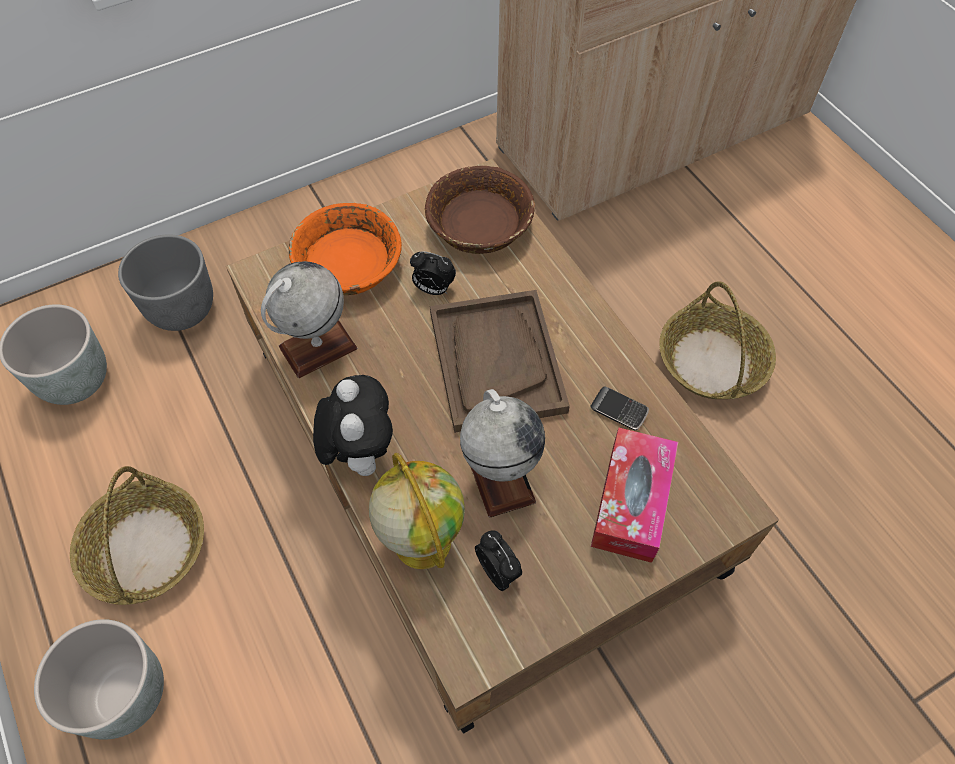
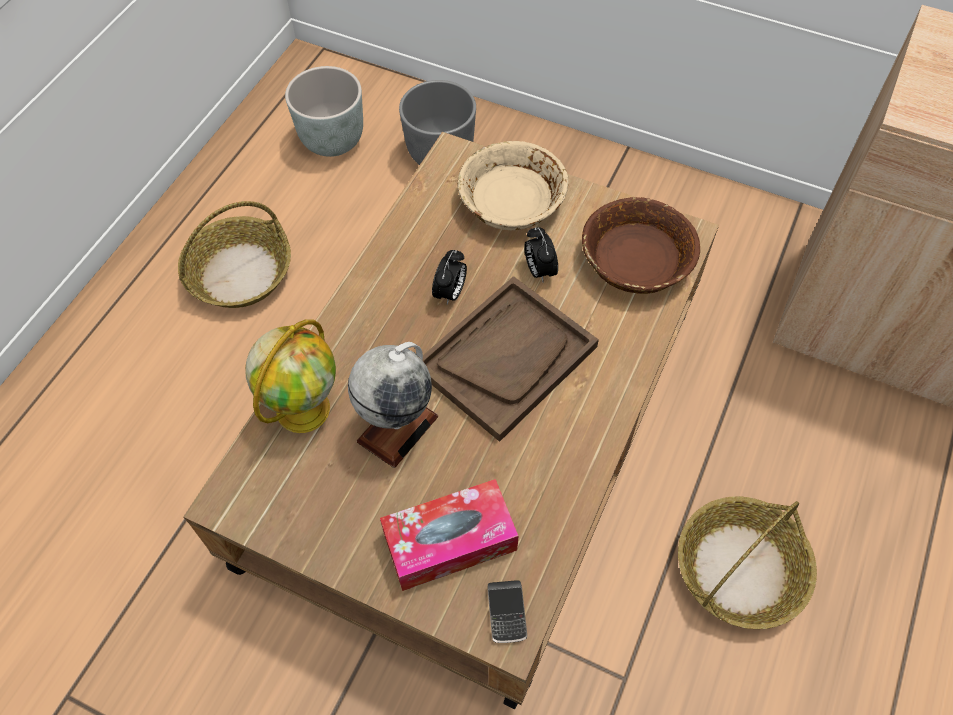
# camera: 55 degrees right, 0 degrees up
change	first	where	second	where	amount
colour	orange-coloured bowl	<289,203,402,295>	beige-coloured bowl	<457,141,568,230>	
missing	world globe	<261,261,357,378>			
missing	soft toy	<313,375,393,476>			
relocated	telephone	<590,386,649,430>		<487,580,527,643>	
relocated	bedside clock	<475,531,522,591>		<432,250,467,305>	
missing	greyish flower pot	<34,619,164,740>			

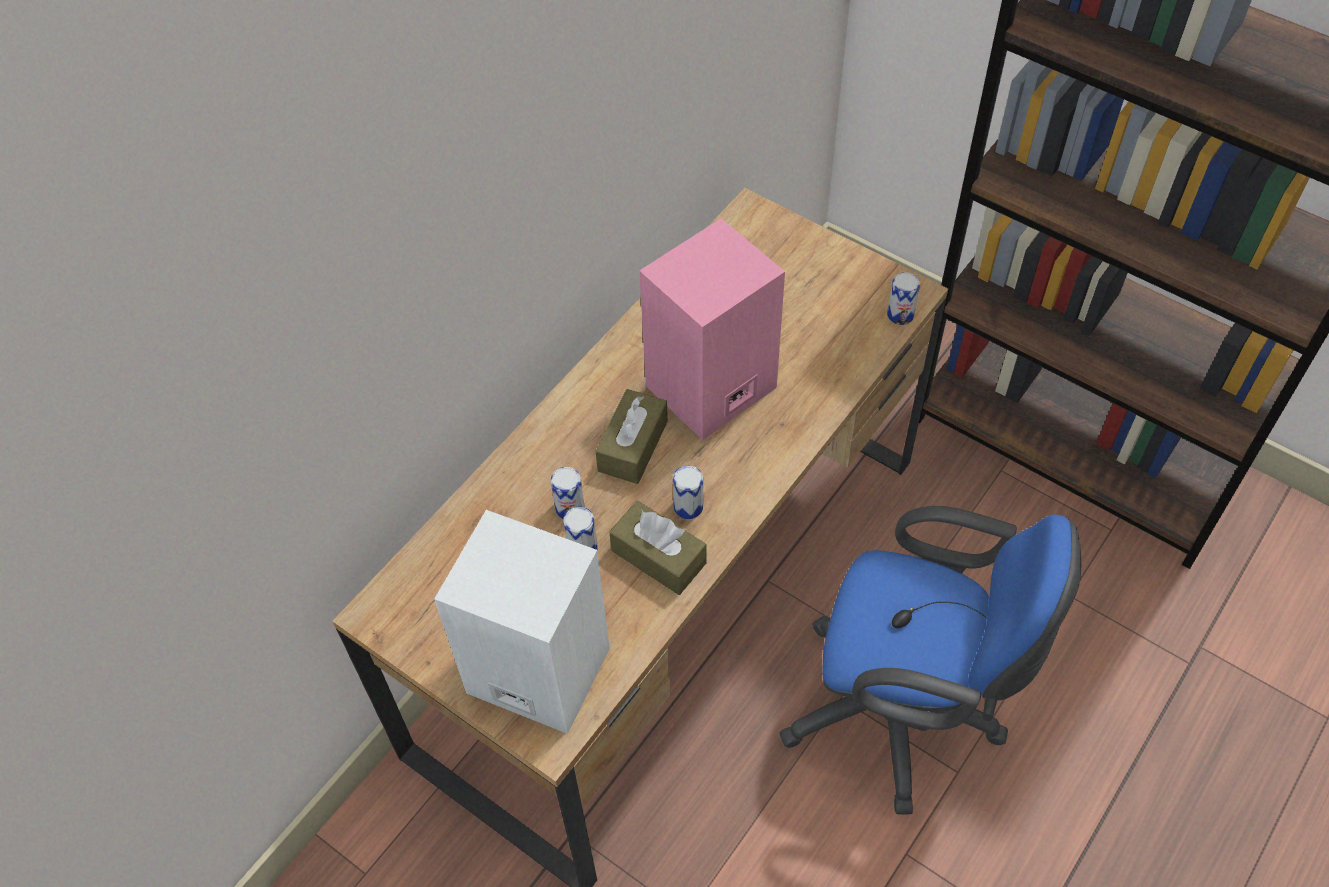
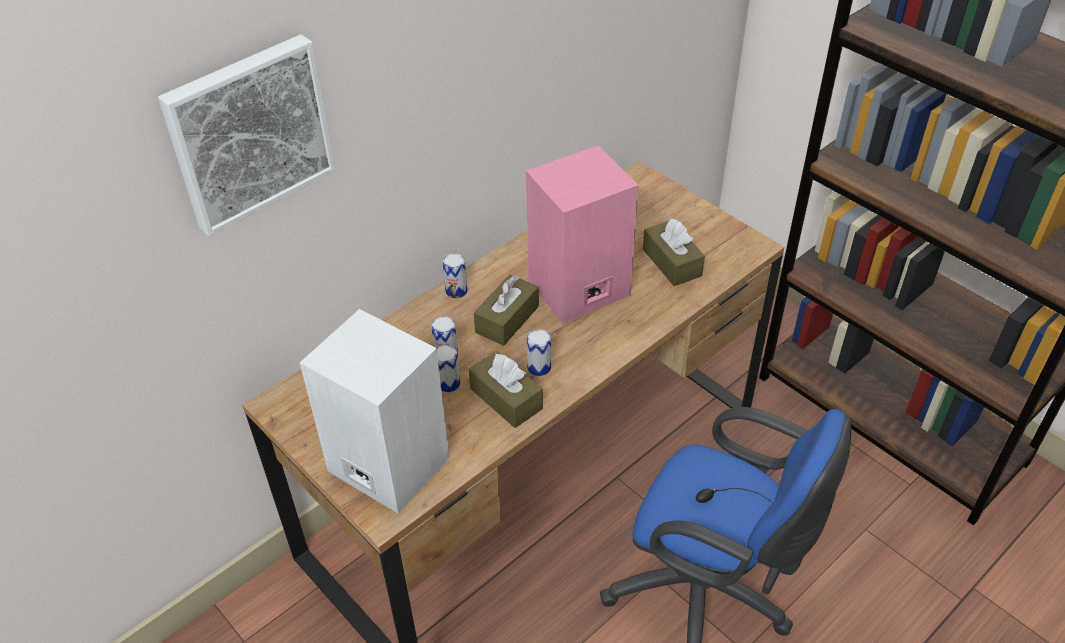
# camera: 10 degrees right, 10 degrees down
change	first	where	second	where	amount
relocated	sealed can	<887,272,920,325>		<443,254,467,298>	
appeared			picture	<158,34,336,236>	
appeared			brown-coloured tissue box	<643,218,705,286>	

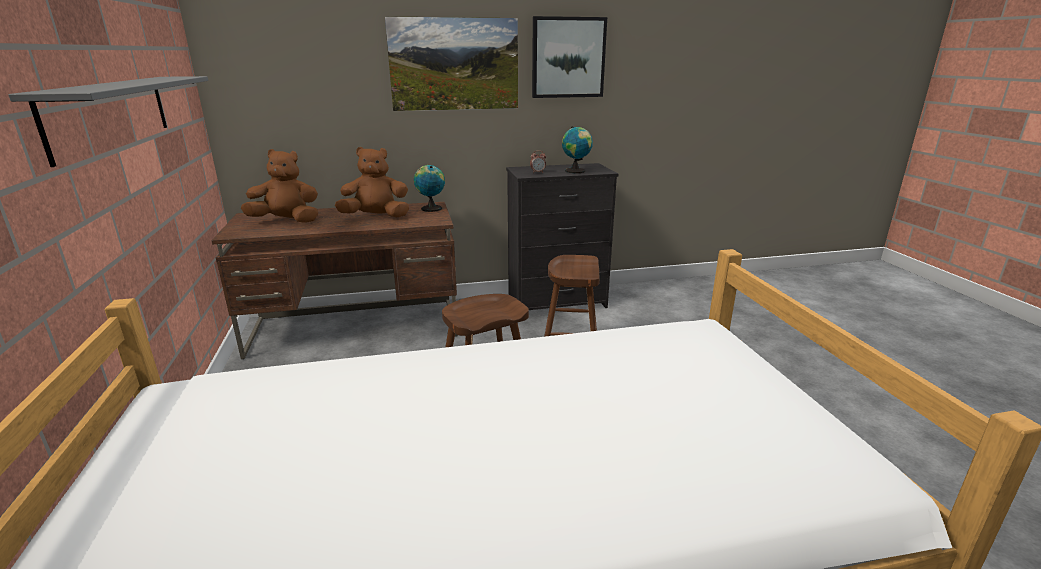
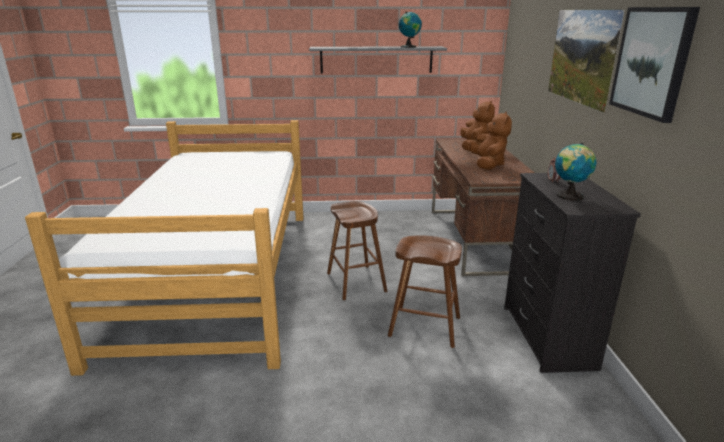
# camera: 100 degrees right, 0 degrees up
change	first	where	second	where	amount
relocated	world globe	<414,165,445,212>		<399,12,422,48>	

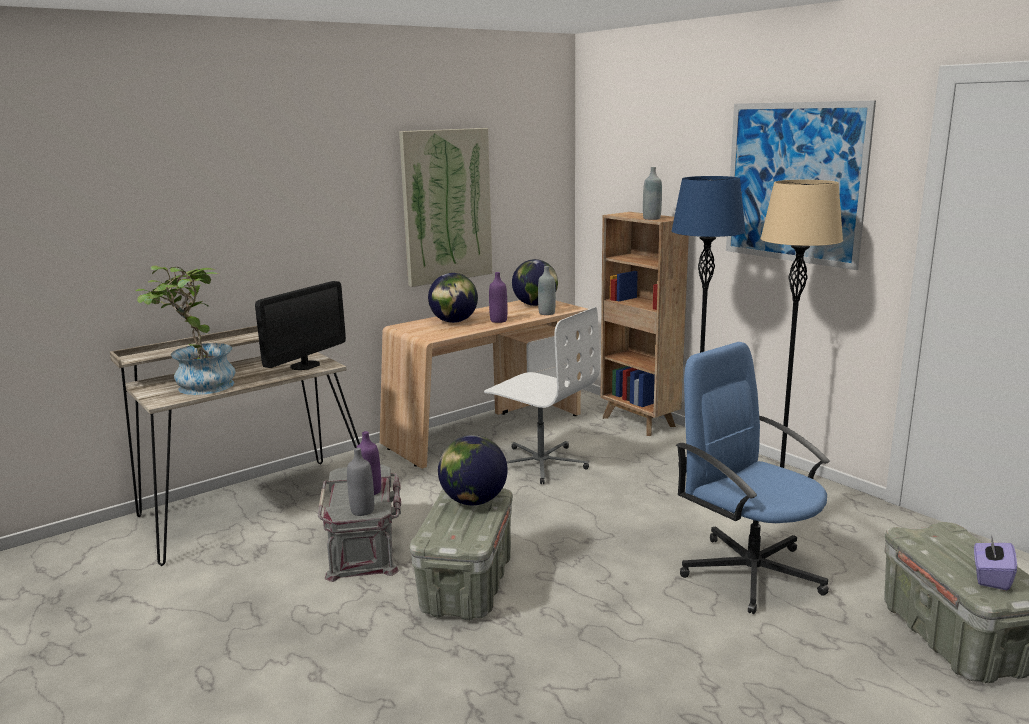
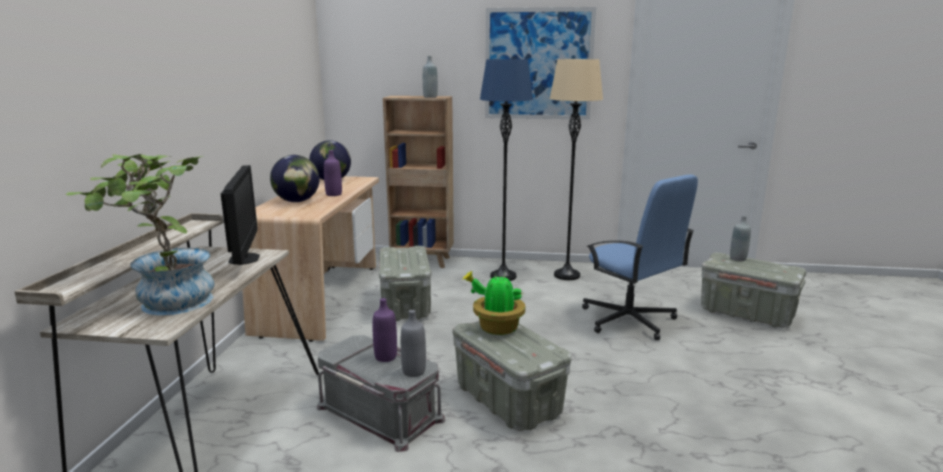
# camera: 45 degrees left, 0 degrees up
change	first	where	second	where	amount
missing	picture	<399,128,492,287>			
relocated	greyish drink bottle	<538,266,556,315>		<730,215,751,261>	
exchanged	whitish office chair	<484,307,600,484>	greyish storage bin	<379,246,431,321>	
spun	blue office chair	<676,342,830,614>		<582,174,698,340>	135 degrees counterclockwise
exchanged	world globe	<438,435,508,505>	houseplant	<463,271,526,335>	
missing	purple-coloured tissue box	<974,534,1017,590>			

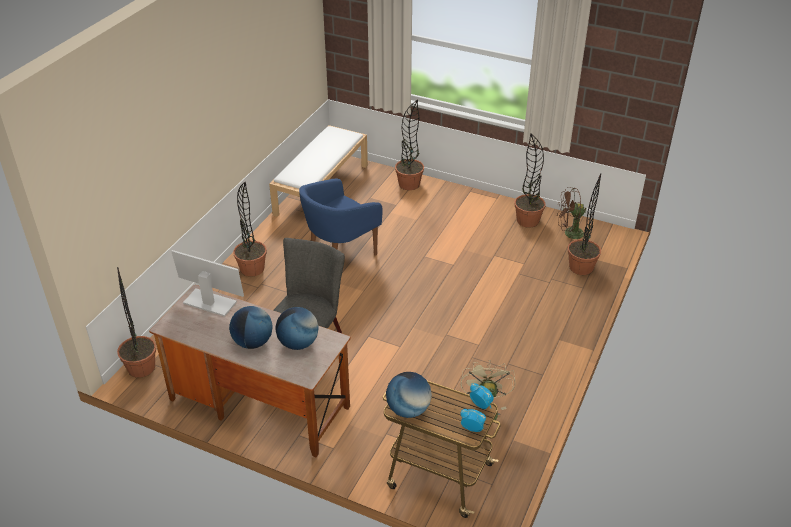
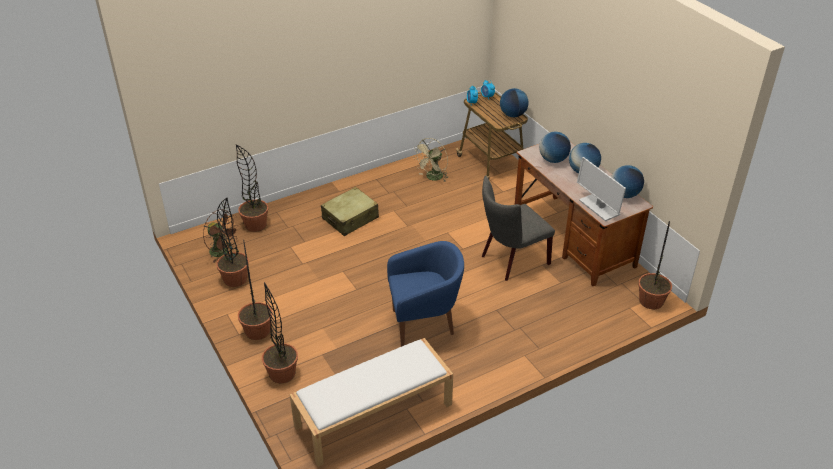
# camera: 145 degrees left, 0 degrees up
change	first	where	second	where	amount
relocated	houseplant	<233,182,267,277>		<238,240,272,340>	
appeared			world globe	<611,165,644,198>	
appeared			beige-coloured suitcase	<321,187,379,236>	

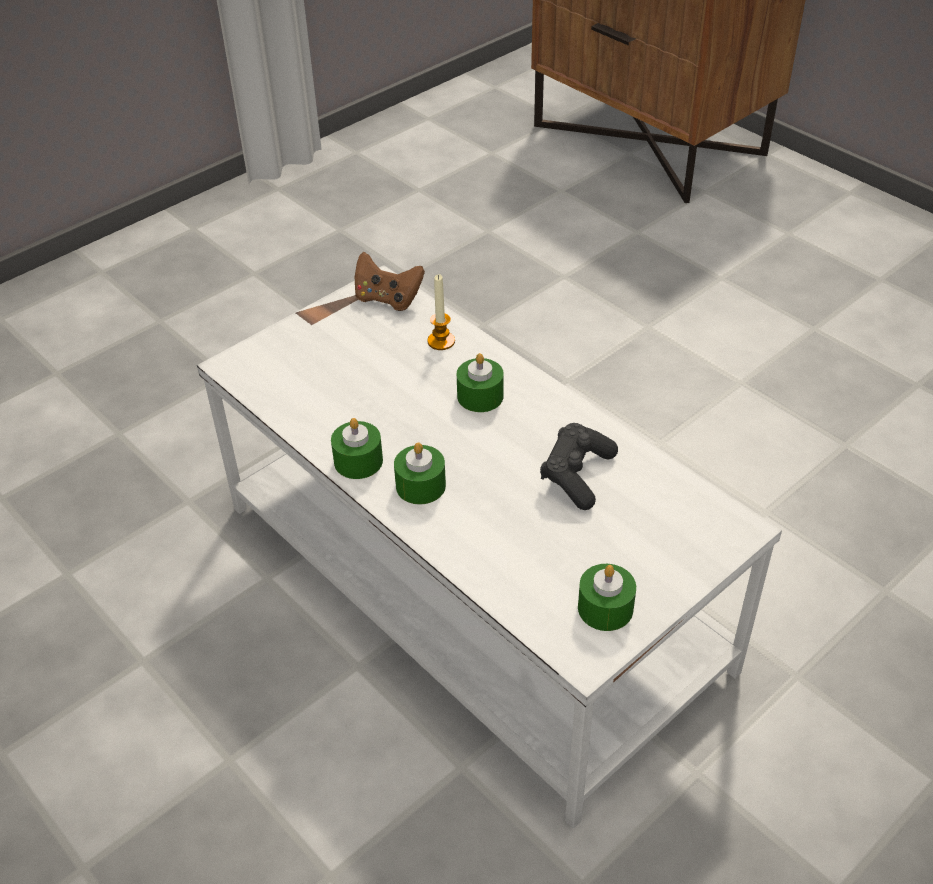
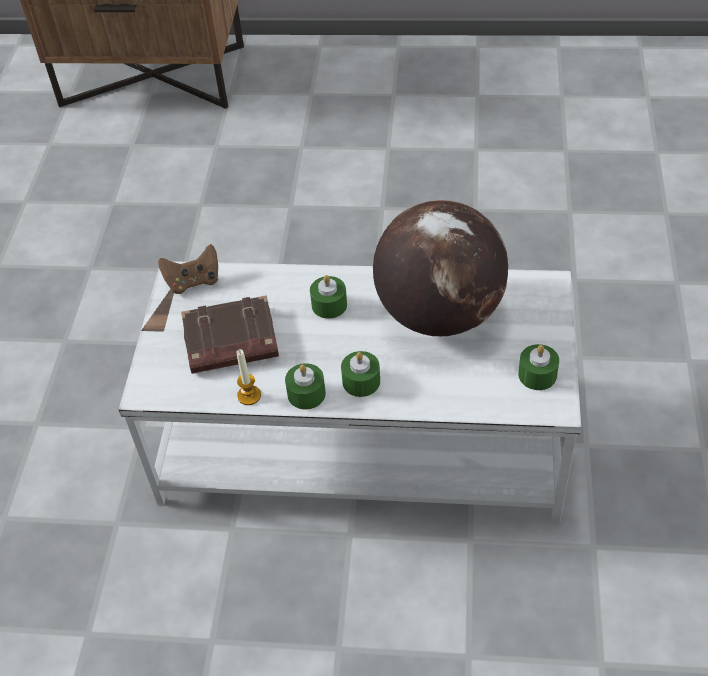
# camera: 40 degrees left, 5 degrees up
change	first	where	second	where	amount
relocated	candle	<427,274,455,350>		<236,349,261,405>	
exchanged	blackish gamepad	<540,423,618,510>	world globe	<373,200,508,336>	
appeared			brown-coloured volume	<181,295,279,374>	

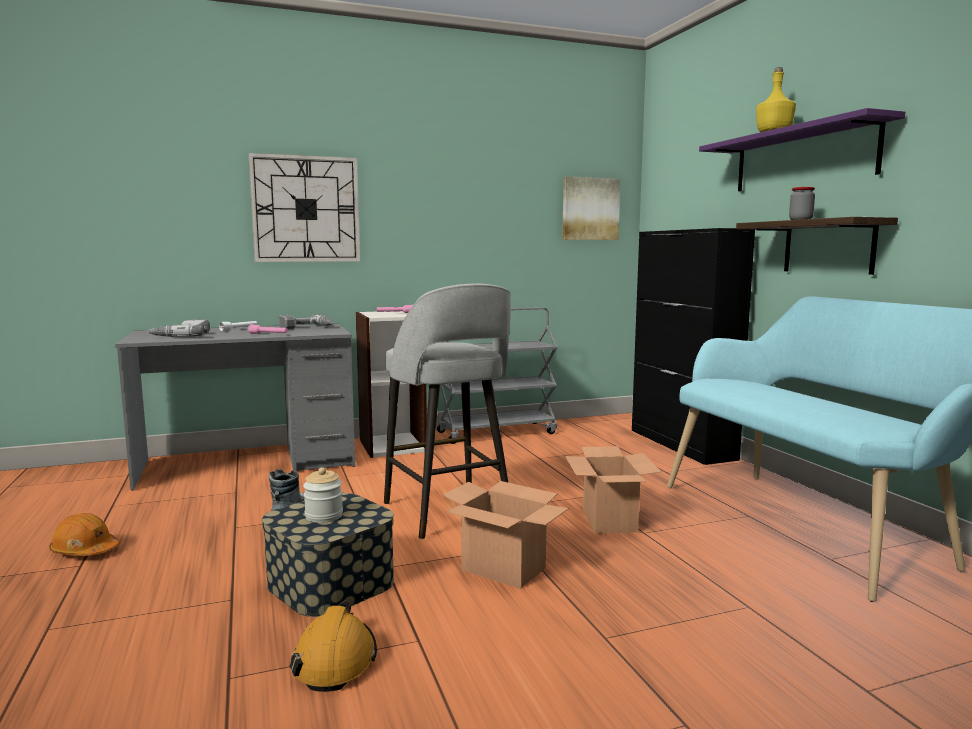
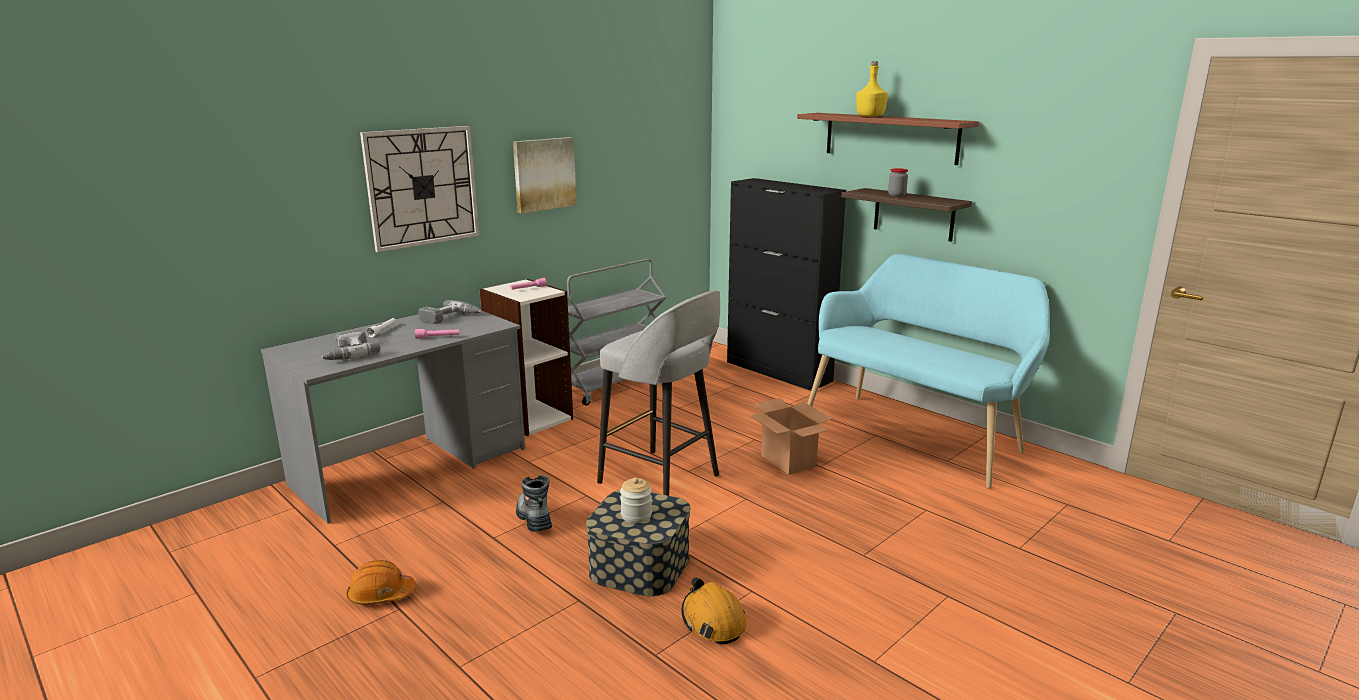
# camera: 25 degrees left, 10 degrees up
change	first	where	second	where	amount
colour	purple-coloured shelf	<699,108,905,191>	brown-coloured shelf	<797,113,979,165>	
relocated	picture	<562,176,620,240>		<513,137,576,213>	
missing	cardboard box	<442,481,569,589>			

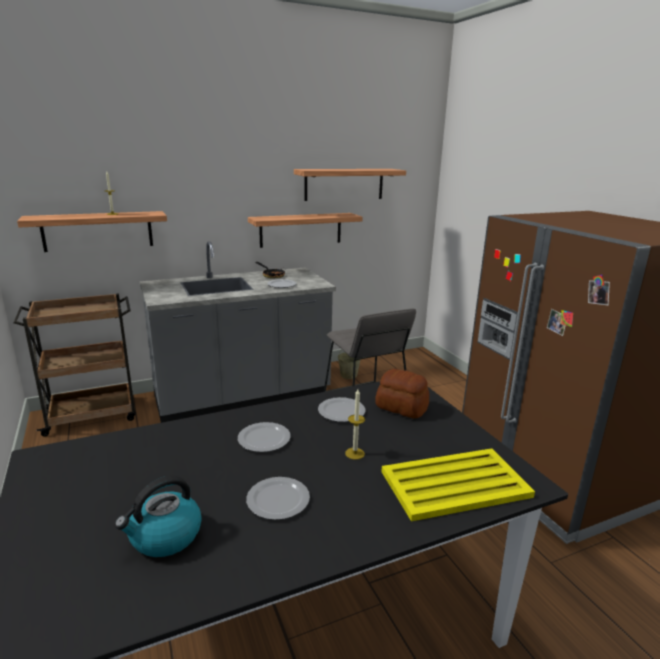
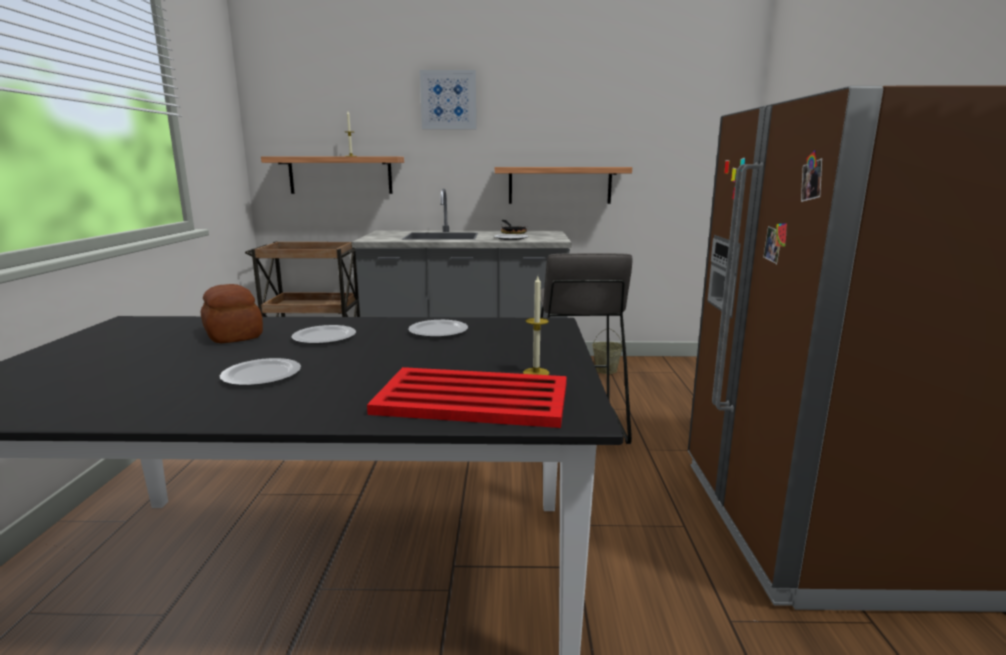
# camera: 25 degrees right, 5 degrees down
change	first	where	second	where	amount
missing	shelf	<294,169,406,201>			
relocated	bakery bread	<375,369,429,418>		<201,284,263,343>	
relocated	candle	<345,389,365,460>		<523,276,550,375>	
colour	yellowish carrying tray	<381,448,535,521>	red-coloured carrying tray	<367,367,567,428>	
missing	kettle	<115,475,202,557>			
appeared			picture	<420,70,476,129>	

